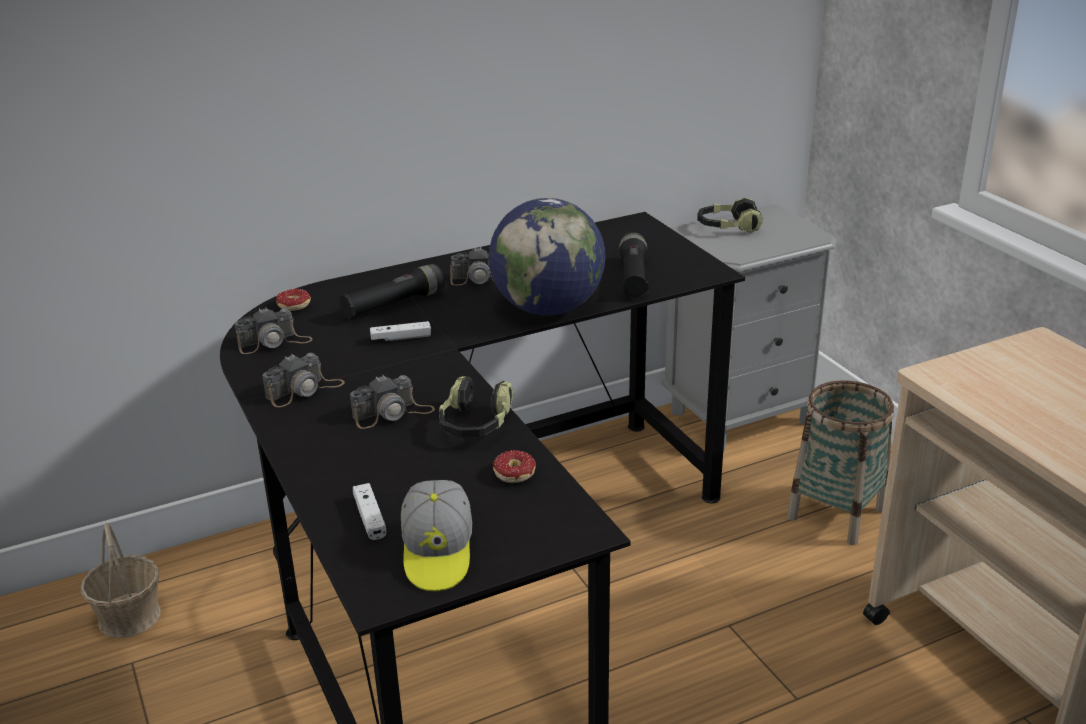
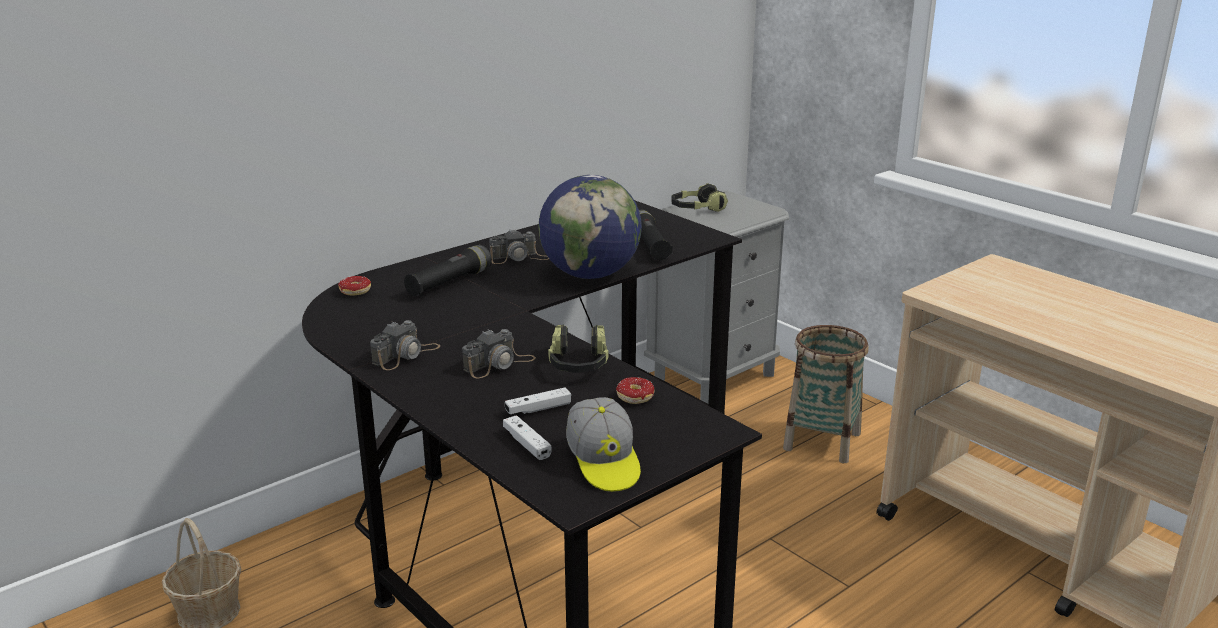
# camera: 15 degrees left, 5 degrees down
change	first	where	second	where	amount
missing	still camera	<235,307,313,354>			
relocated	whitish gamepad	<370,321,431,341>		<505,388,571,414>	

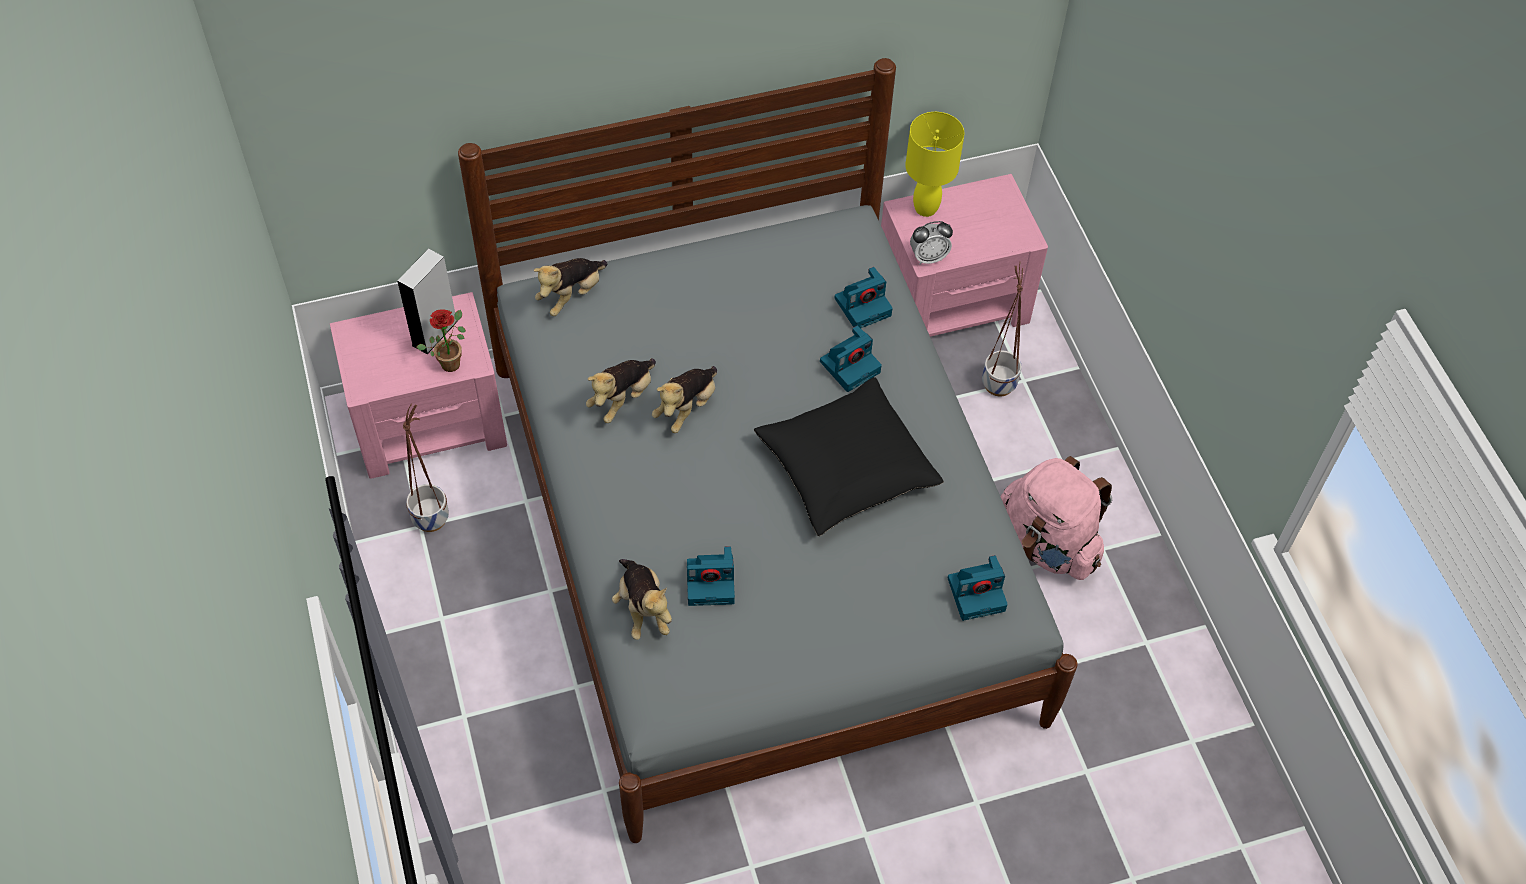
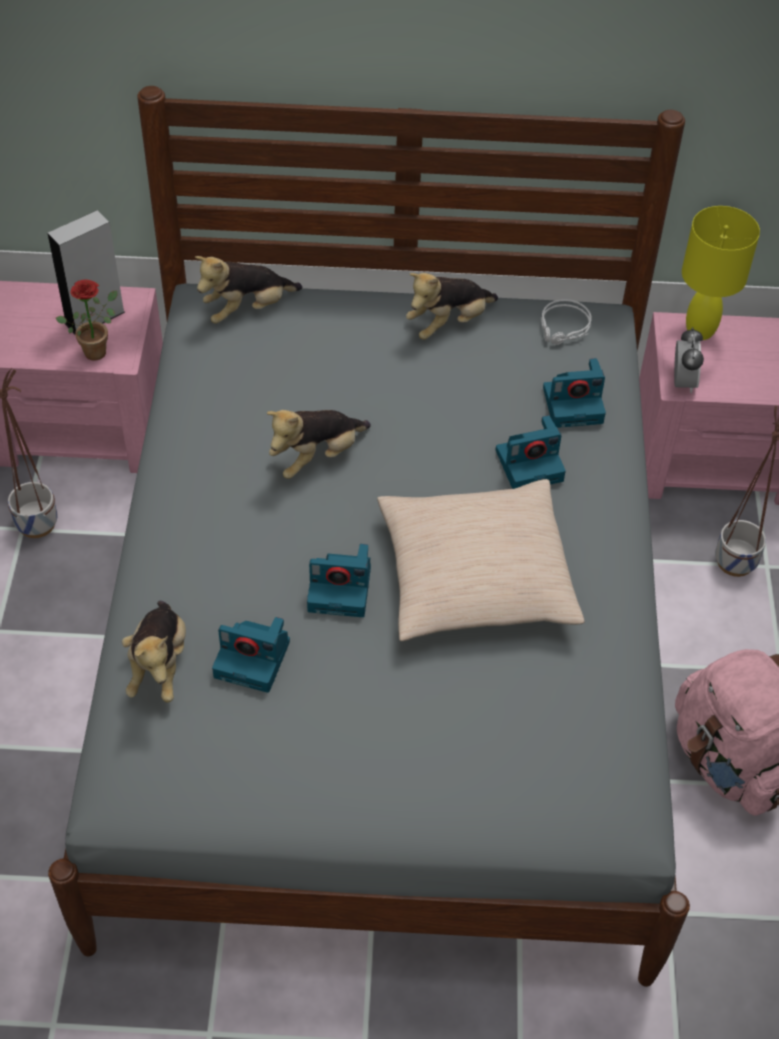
# camera: 20 degrees right, 5 degrees down
change	first	where	second	where	amount
spun	bedside clock	<910,221,953,264>		<674,327,704,393>	90 degrees counterclockwise
relocated	soft toy	<586,358,656,423>		<406,273,498,340>	
colour	blackish throw pillow	<754,377,944,536>	beige-coloured throw pillow	<377,479,585,641>	
relocated	still camera	<948,555,1008,621>		<307,544,371,617>	
appeared			greyish headphones	<540,299,592,345>	

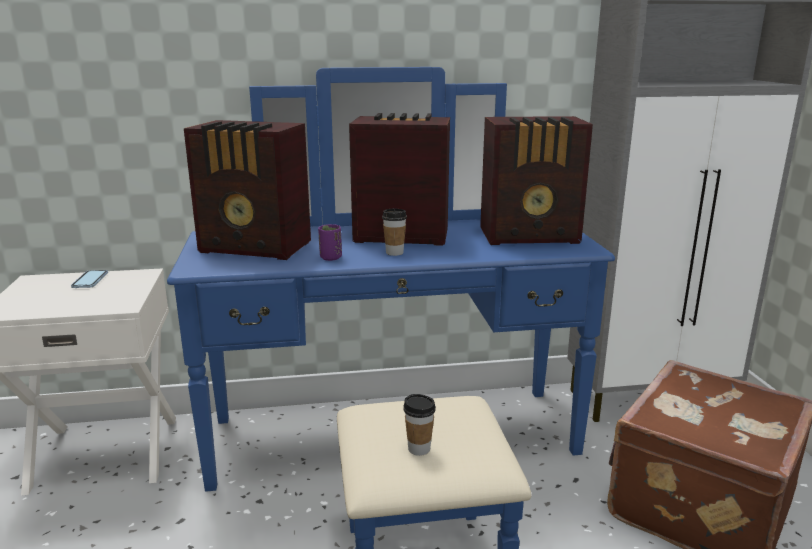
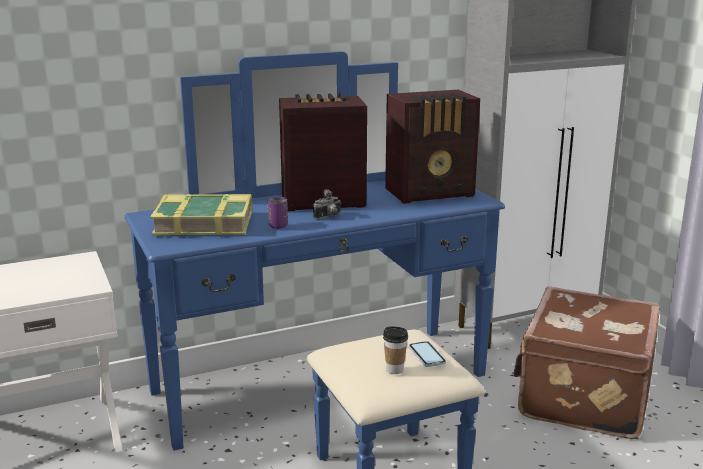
# camera: 15 degrees left, 0 degrees up
change	first	where	second	where	amount
exchanged	radio set	<183,120,311,260>	volume	<150,194,252,236>	
exchanged	small cup	<382,209,407,256>	still camera	<313,189,341,219>	
relocated	telephone	<71,270,108,288>		<409,341,446,367>	

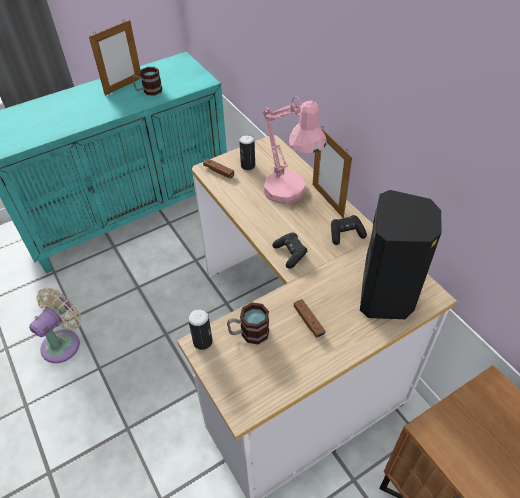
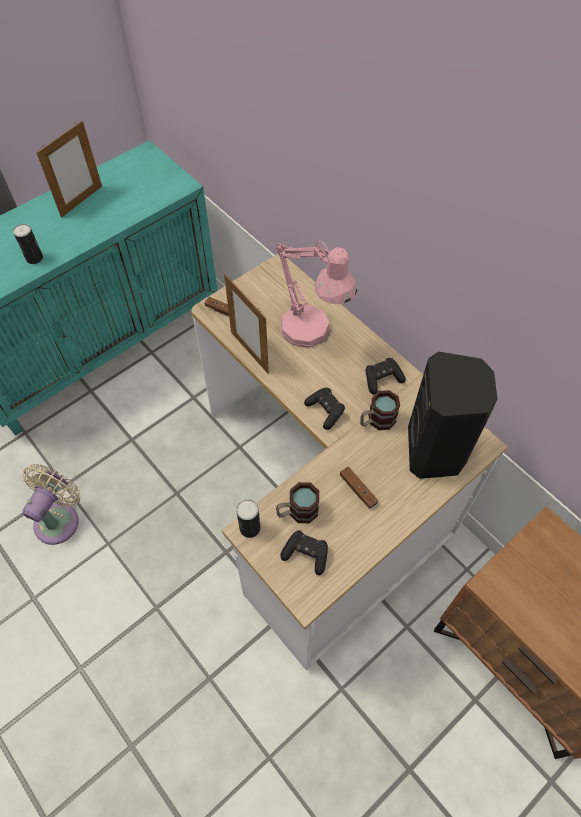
# camera: 10 degrees left, 10 degrees up
change	first	where	second	where	amount
relocated	tea mug	<132,67,162,95>		<360,390,400,430>	
relocated	standing frame	<313,127,352,218>		<224,274,269,374>	
relocated	sealed can	<239,134,255,170>		<13,224,43,264>	
appeared			blackish gamepad	<280,530,328,575>	

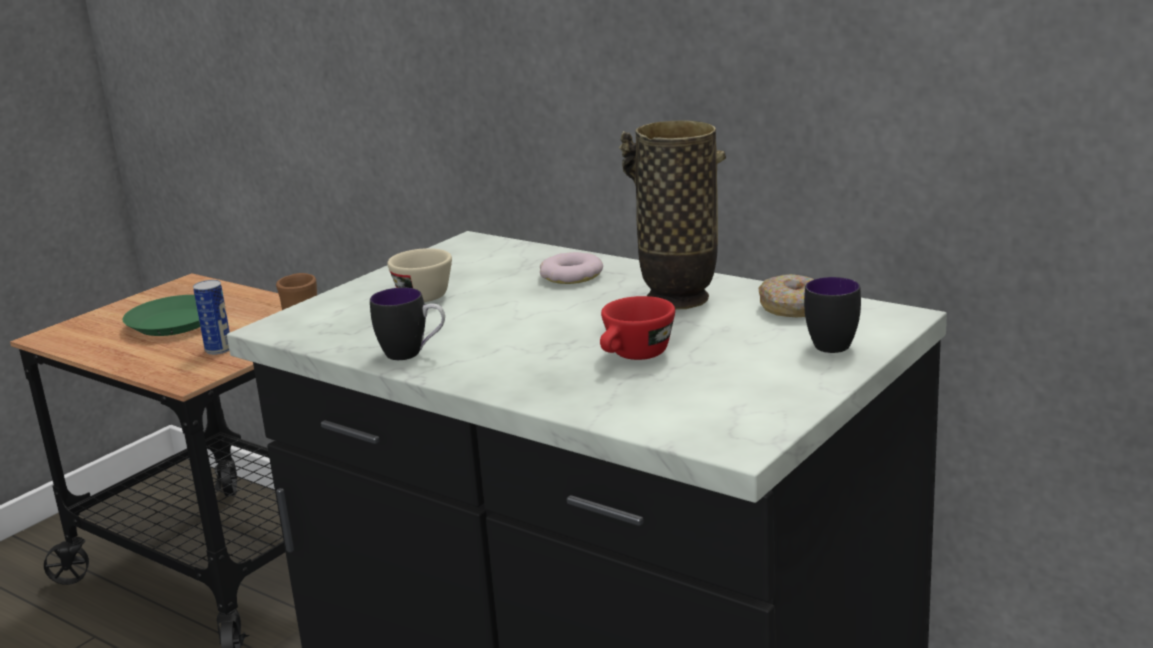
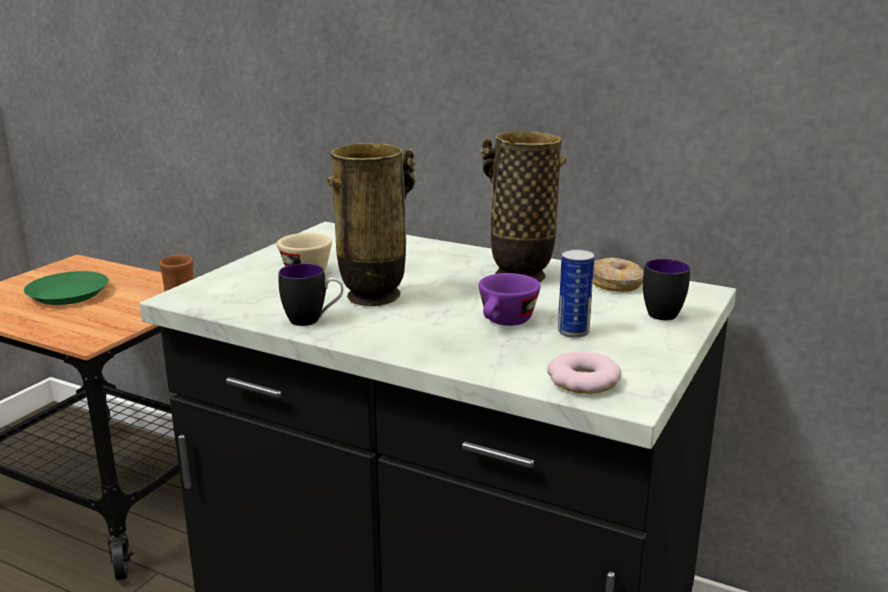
# camera: 10 degrees left, 0 degrees up
change	first	where	second	where	amount
relocated	ring doughnut	<540,252,603,284>		<547,351,622,394>	
relocated	sealed can	<193,280,230,355>		<558,249,595,338>	
colour	red-coloured small cup	<600,296,675,360>	purple-coloured small cup	<479,273,541,326>	
appeared			vase	<327,143,416,306>	

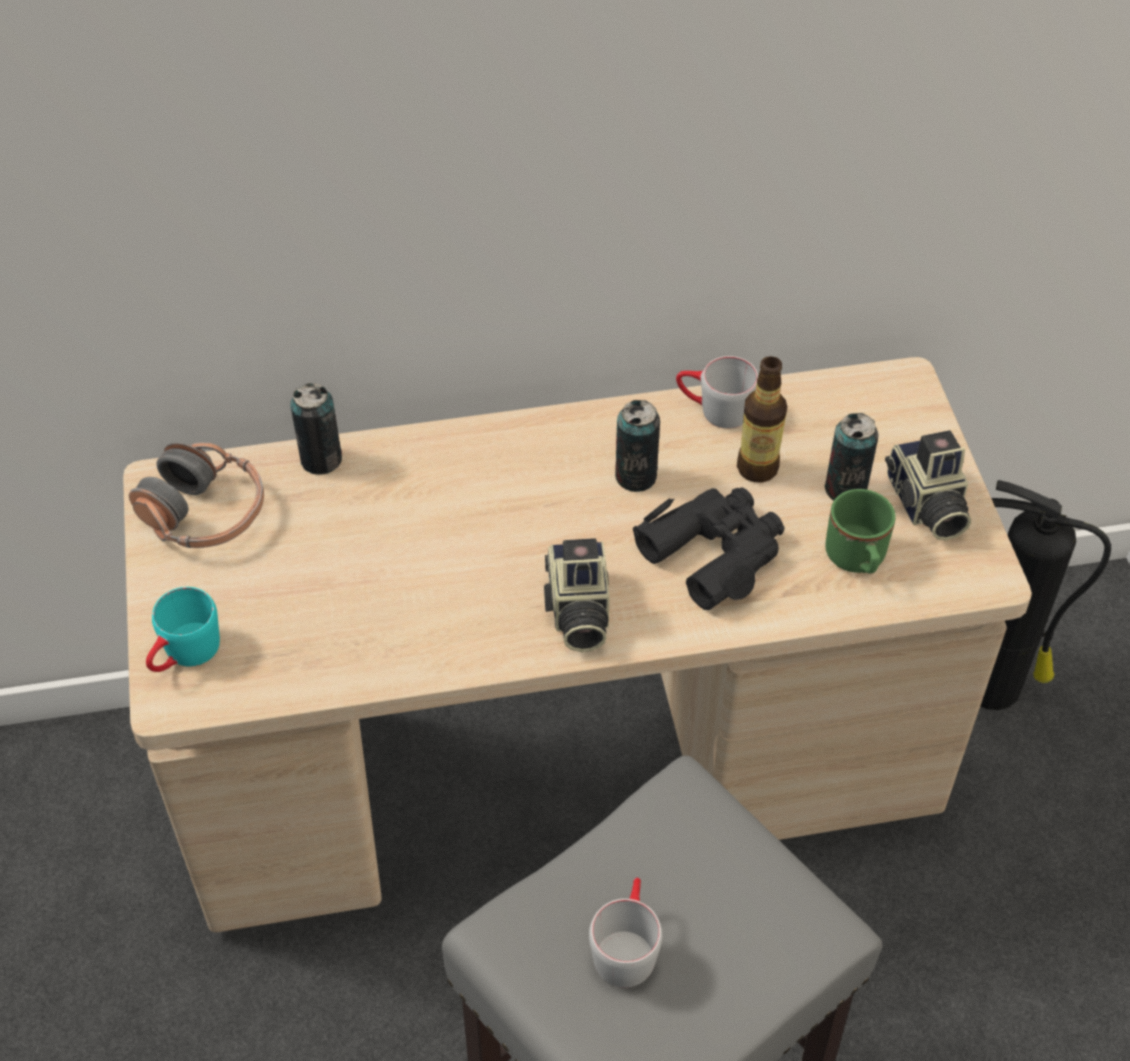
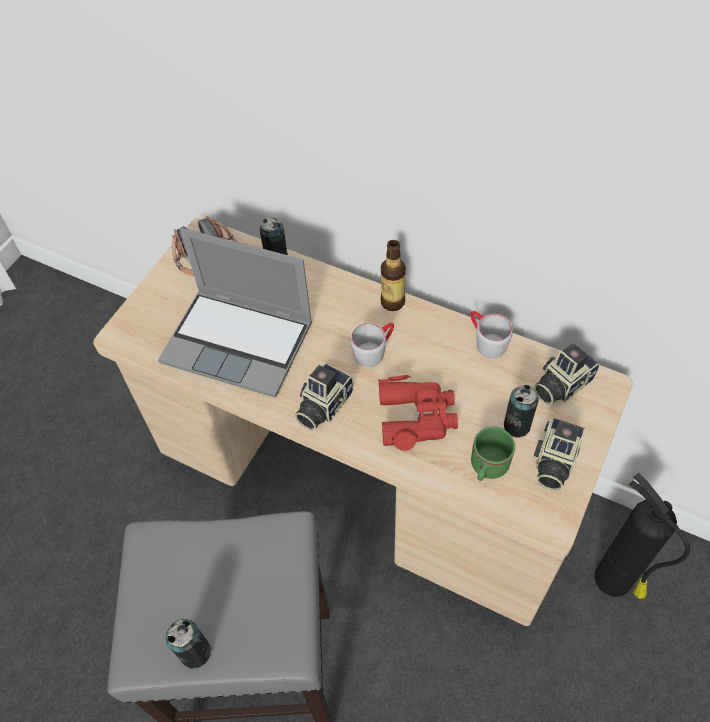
# camera: 40 degrees right, 5 degrees up
change	first	where	second	where	amount
relocated	drink bottle	<737,356,787,482>		<381,240,406,311>	
relocated	sealed can	<615,400,660,492>		<166,619,211,668>	
colour	blackish binoculars	<633,487,785,610>	red-coloured binoculars	<378,375,458,451>	
missing	blue-green tea mug	<146,587,220,672>			
relocated	greyish tea mug	<589,877,662,988>		<350,323,394,367>	
appeared			notebook computer	<158,228,312,398>	
appeared			still camera	<534,343,600,405>	

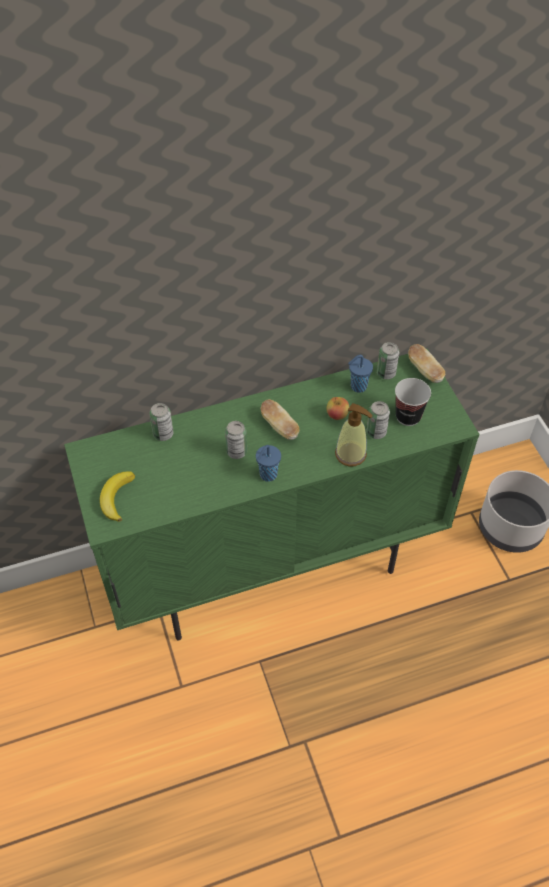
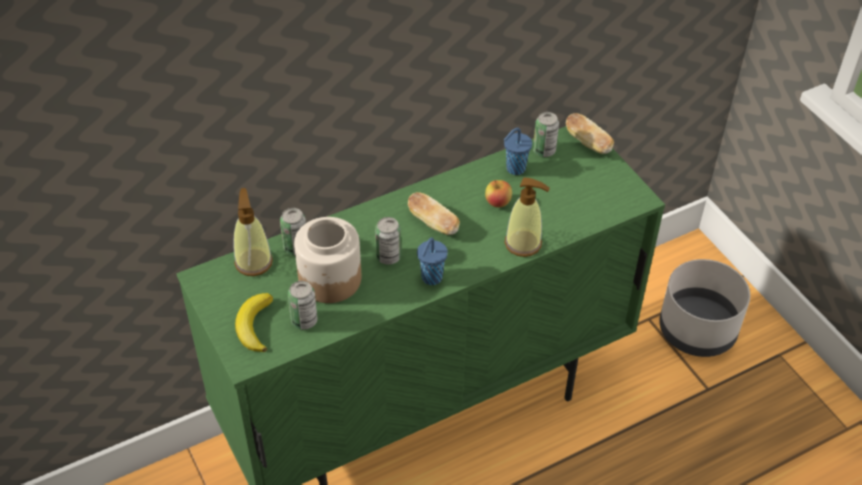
# camera: 10 degrees left, 5 degrees down
change	first	where	second	where	amount
missing	small cup	<395,378,431,426>			
relocated	sealed can	<366,401,390,439>		<288,281,318,330>	
appeared			soap dispenser	<234,188,273,276>	
appeared			preserve jar	<294,217,361,303>	

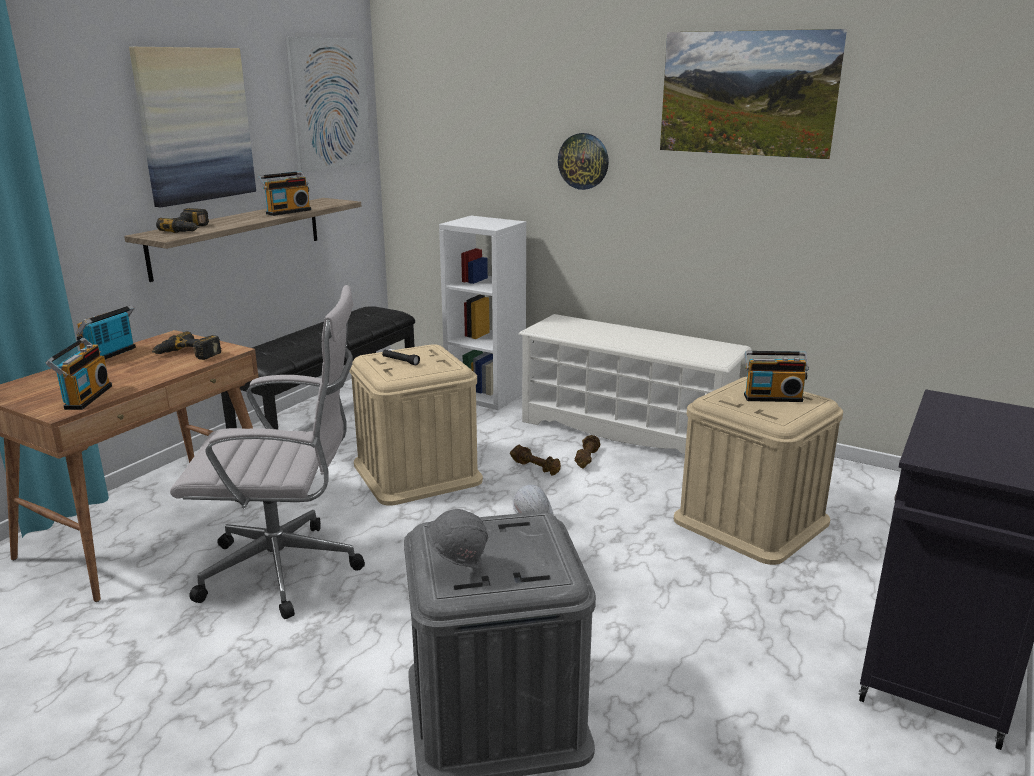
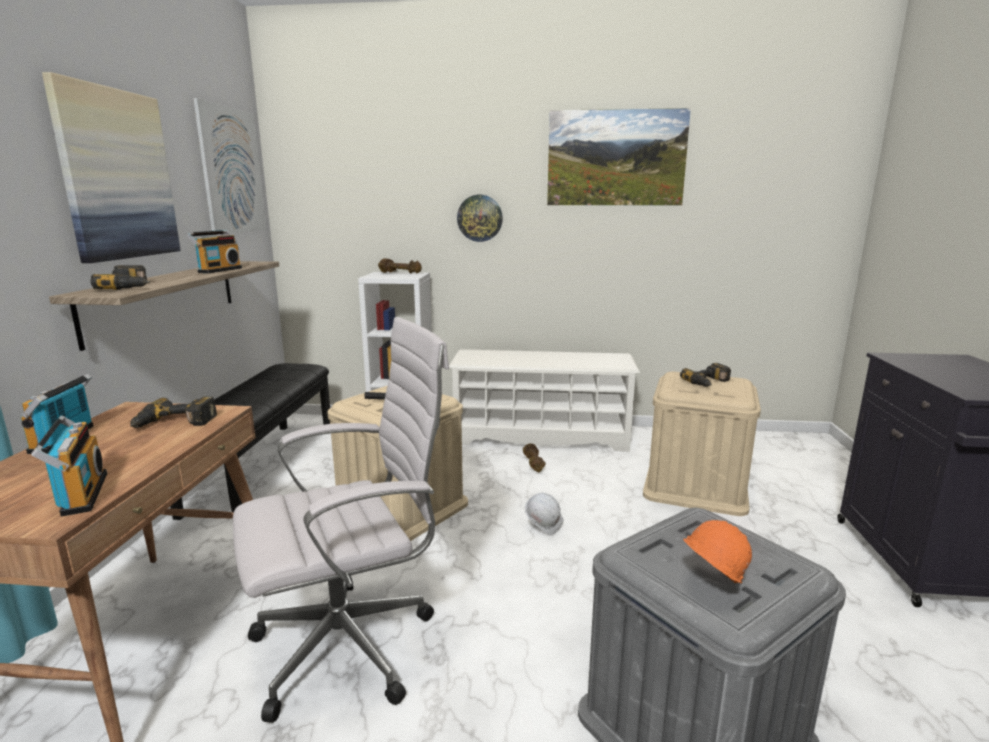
# camera: 25 degrees left, 5 degrees down
change	first	where	second	where	amount
exchanged	radio set	<744,351,809,402>	electric drill	<680,363,731,387>	
relocated	brown-coloured free weight	<510,445,561,476>		<378,258,422,273>	
colour	greyish safety helmet	<426,509,488,570>	orange-coloured safety helmet	<684,520,752,583>	

